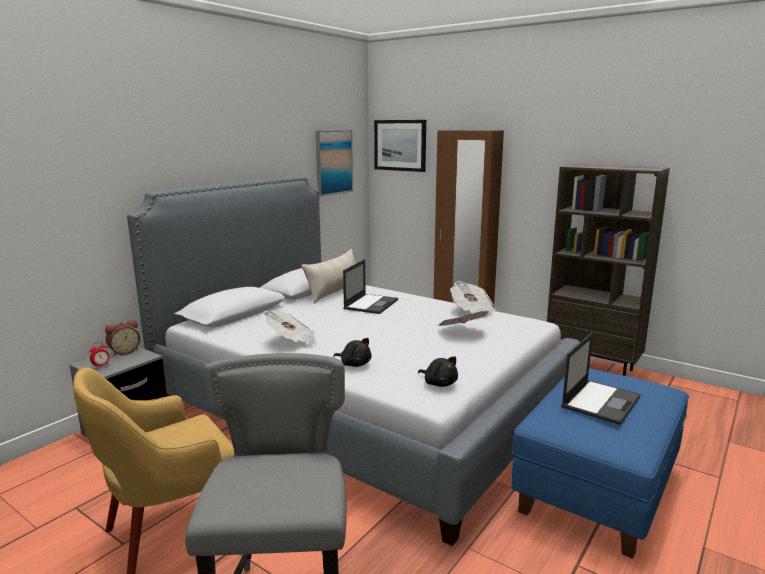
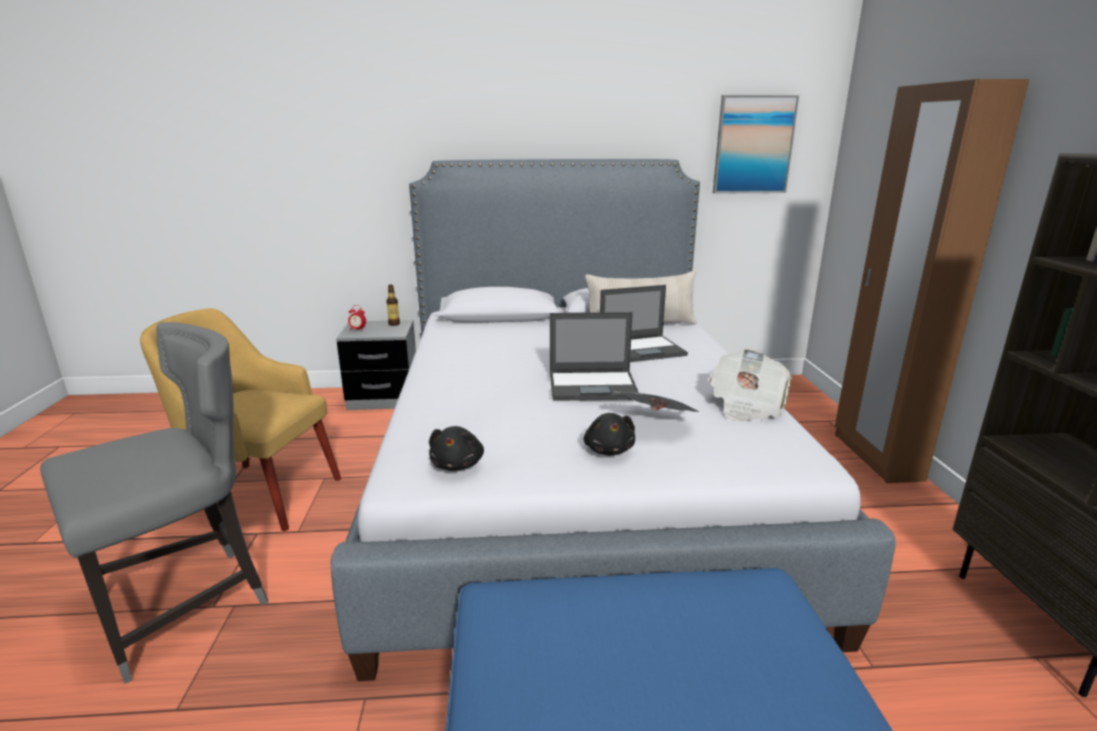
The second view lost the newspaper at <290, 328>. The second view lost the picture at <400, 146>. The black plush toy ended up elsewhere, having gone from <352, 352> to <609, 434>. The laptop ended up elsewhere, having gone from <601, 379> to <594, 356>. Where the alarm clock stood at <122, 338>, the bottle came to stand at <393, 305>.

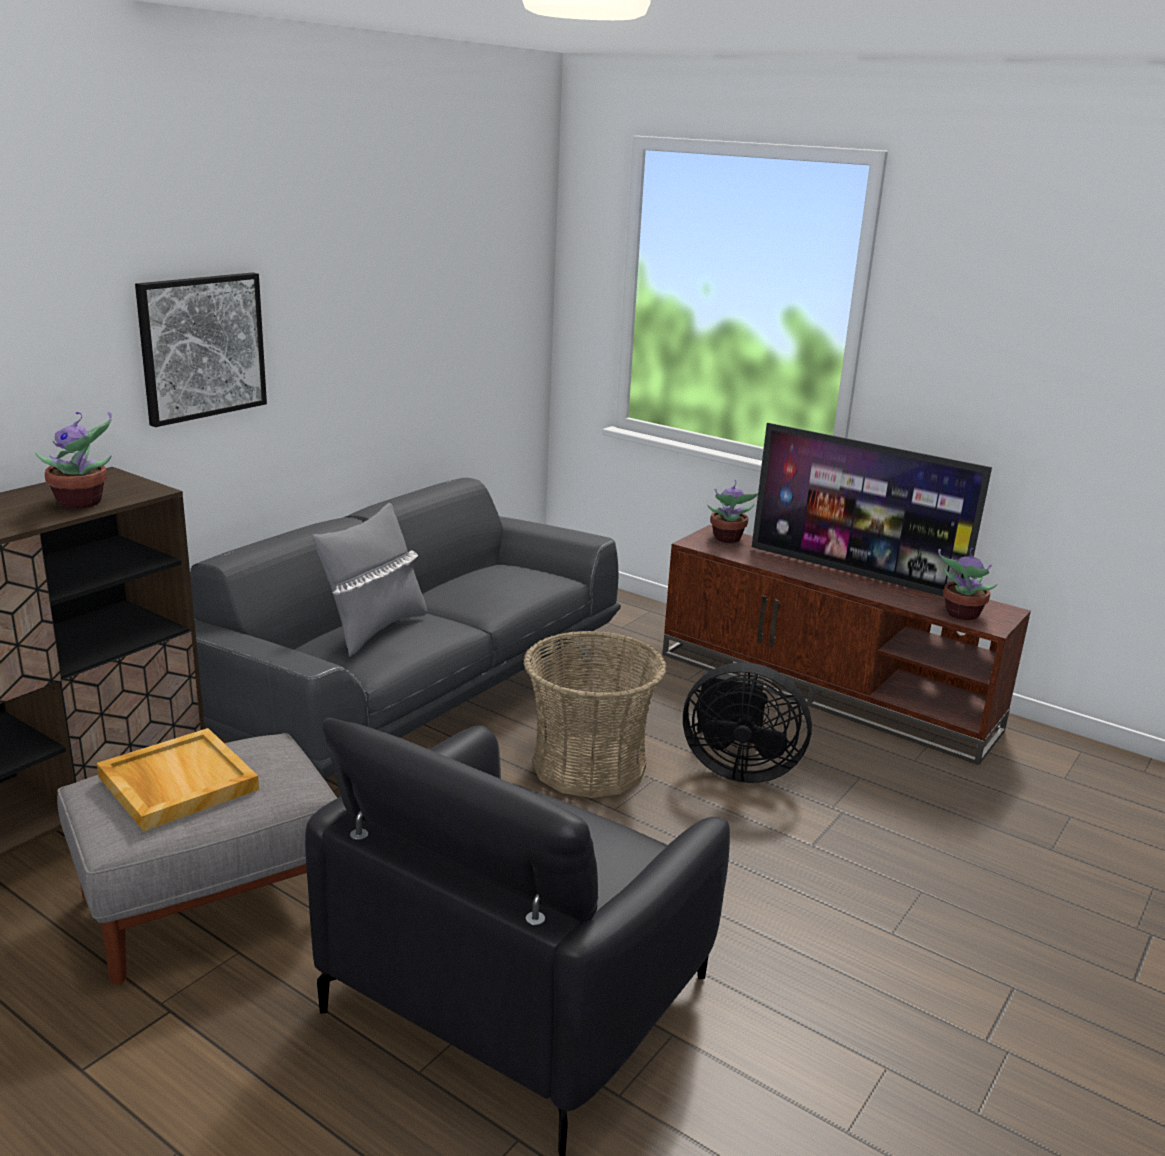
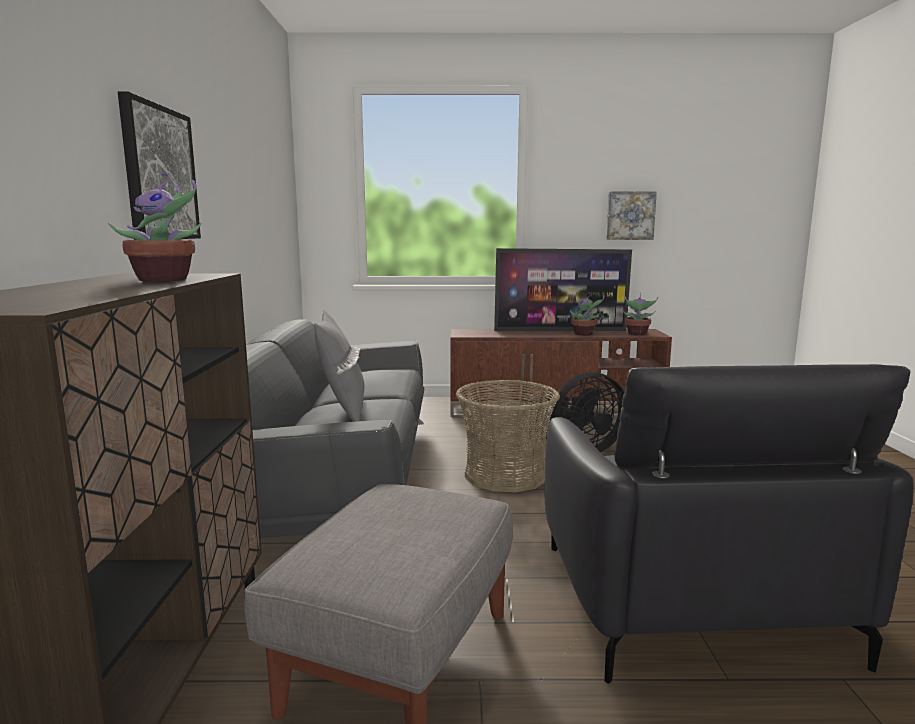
The second view lost the beige tray at <178, 779>. The second view gained the picture at <631, 215>. The potted plant ended up elsewhere, having gone from <732, 511> to <587, 314>.

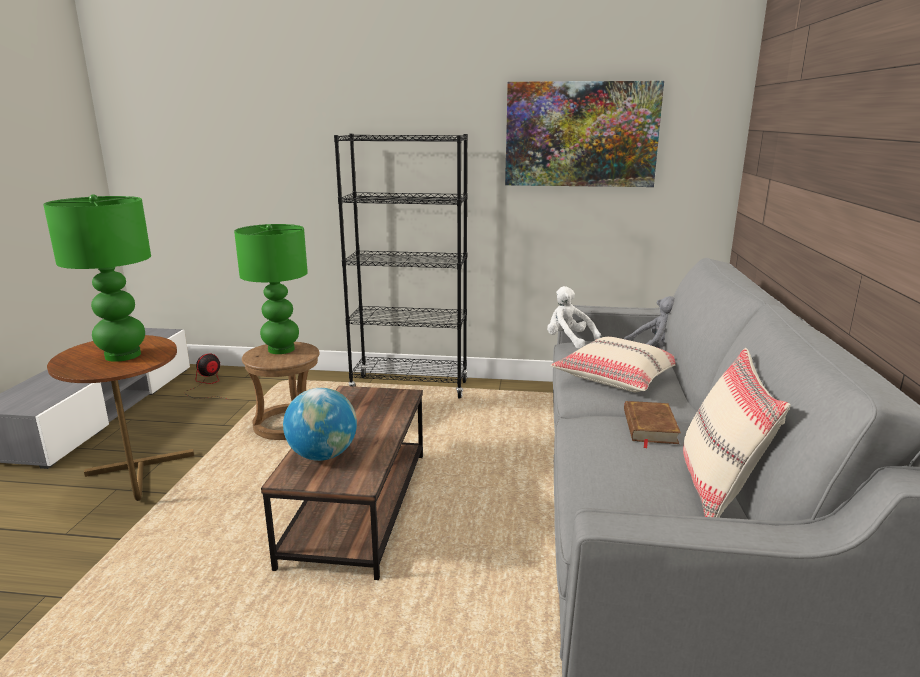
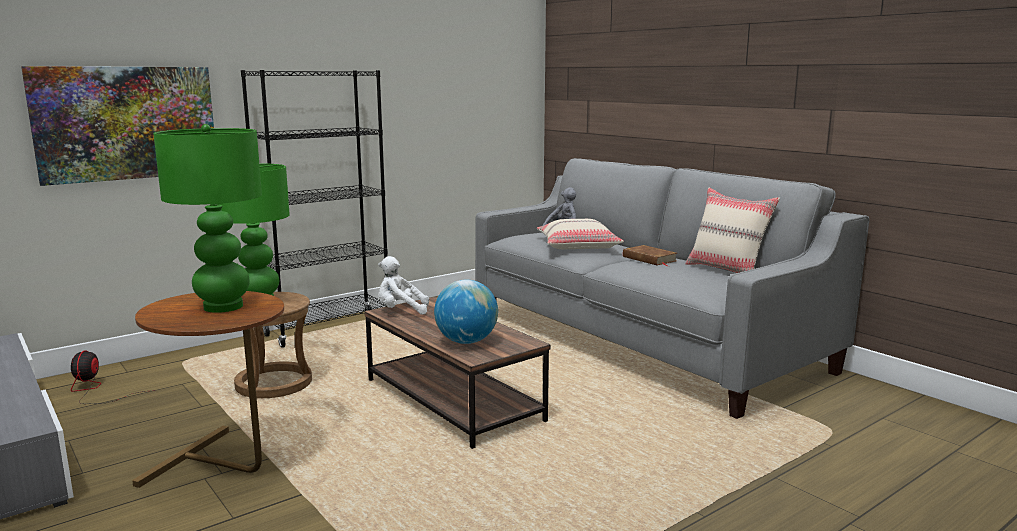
The picture ended up elsewhere, having gone from <584, 134> to <117, 126>. The white plush toy ended up elsewhere, having gone from <574, 317> to <403, 285>.

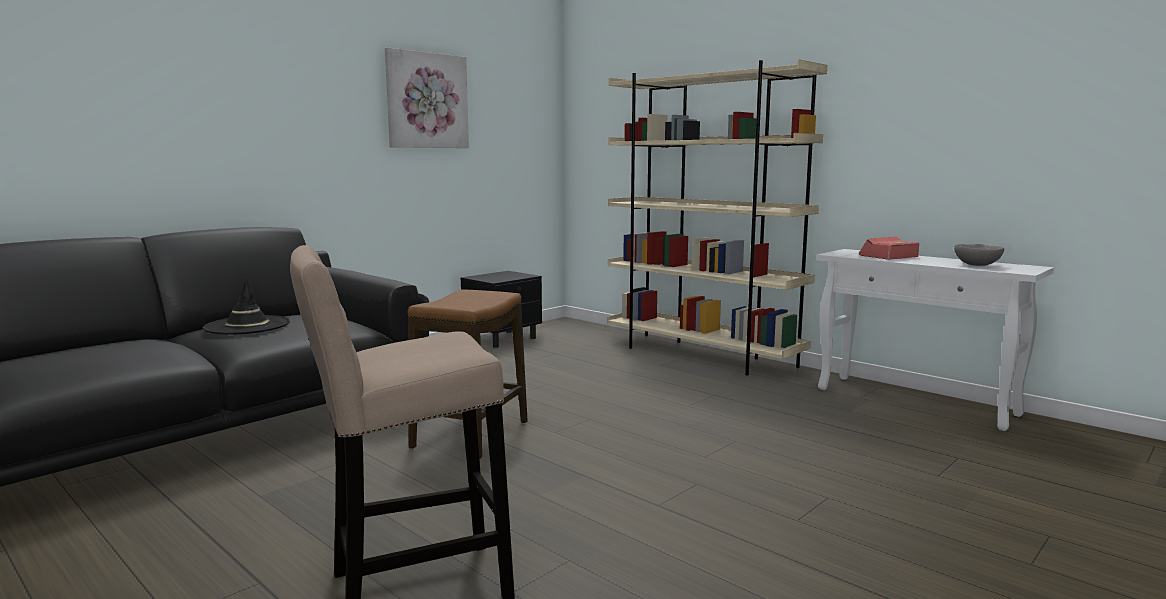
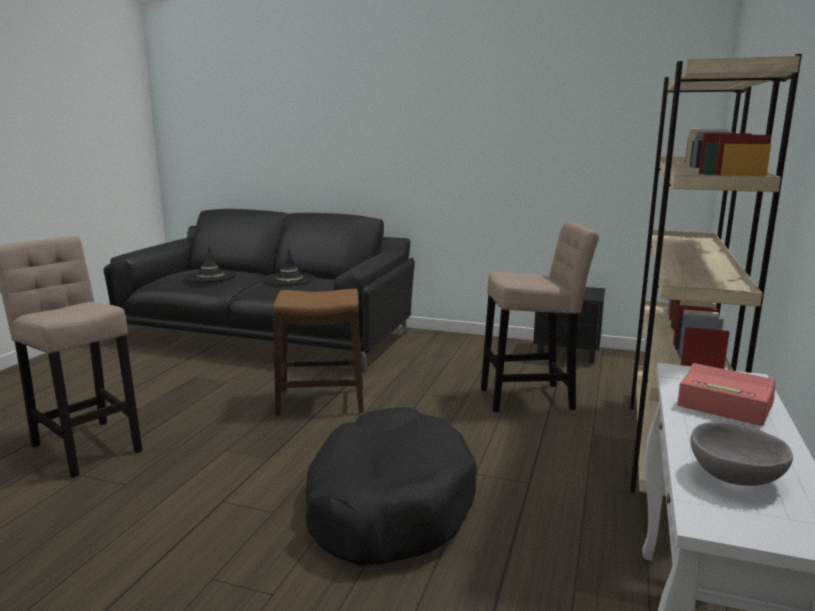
The second view lost the picture at <427, 98>. The second view gained the black hat at <210, 264>. The second view gained the black dog bed at <391, 486>. The second view gained the beige stool at <540, 316>.

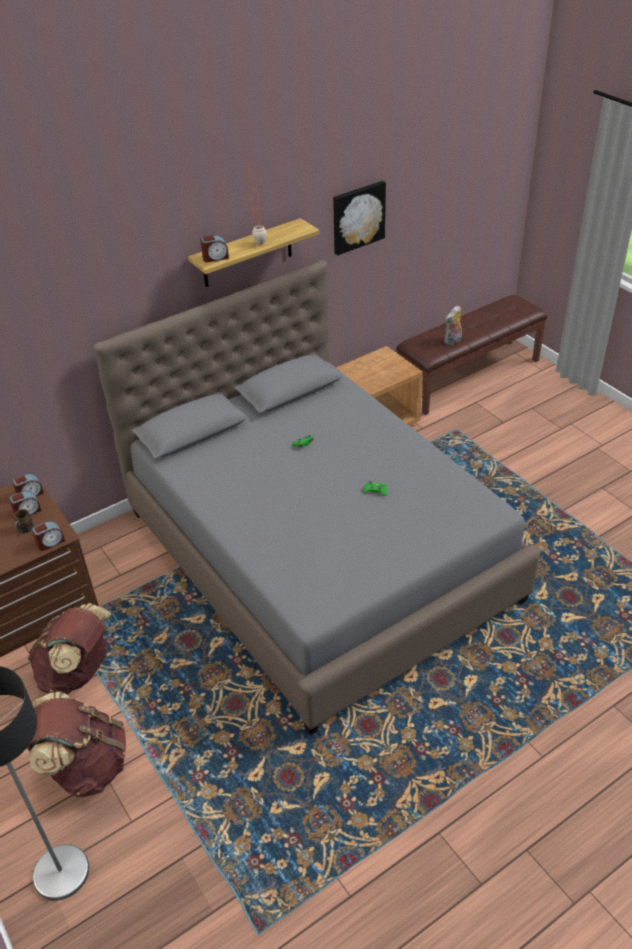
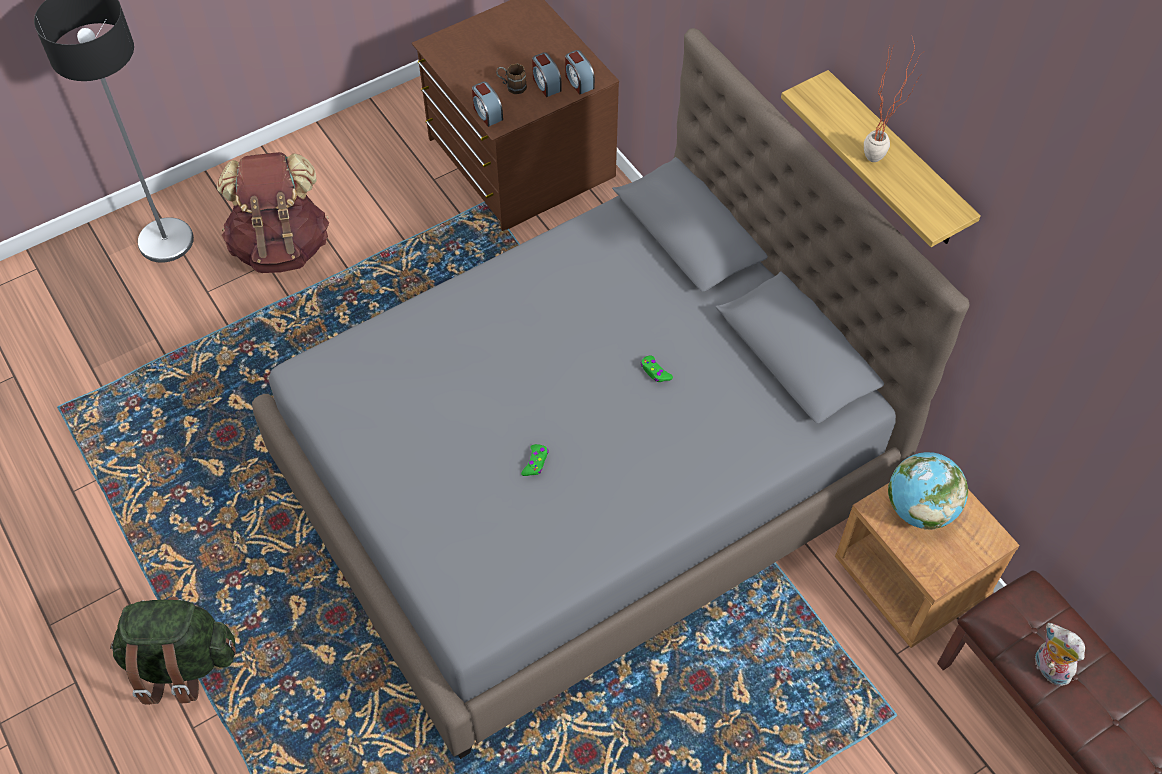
The second view lost the brown backpack at <69, 648>. The second view lost the alarm clock at <214, 249>. The second view lost the picture at <359, 218>. The second view gained the green backpack at <173, 650>. The second view gained the globe at <928, 491>.

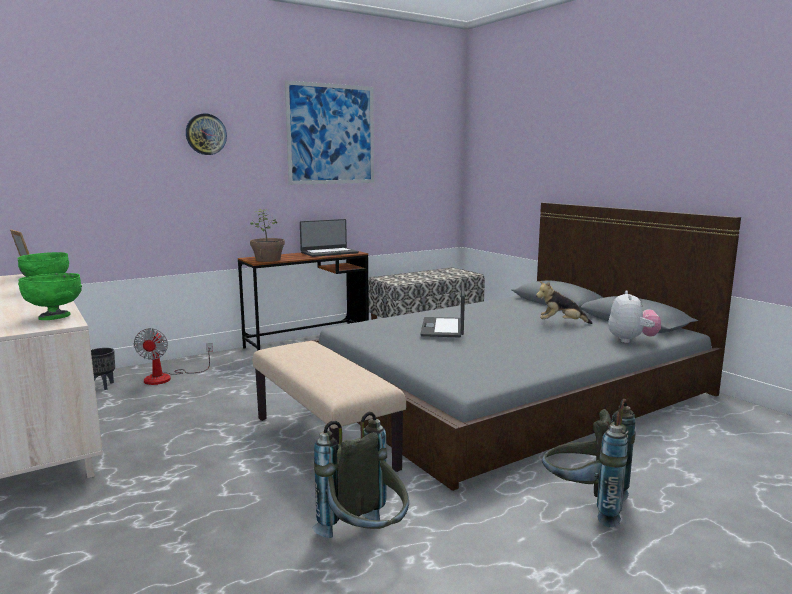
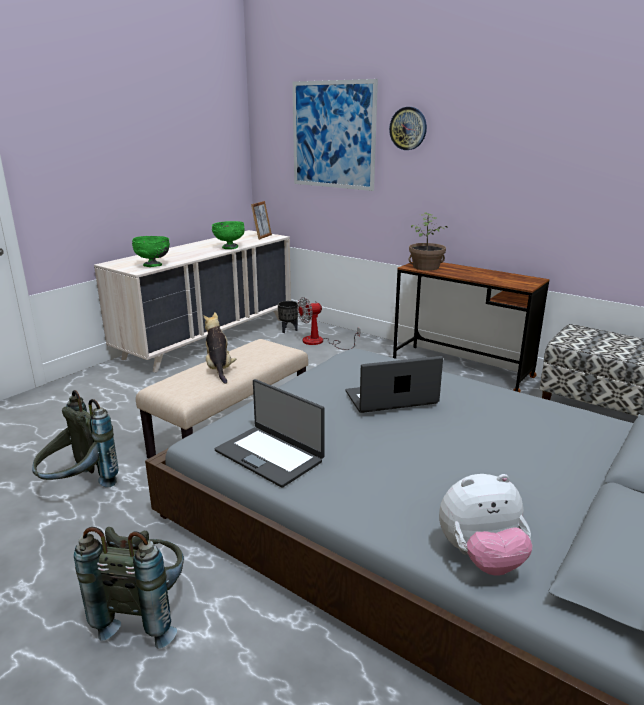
The picture ended up elsewhere, having gone from <329, 132> to <335, 135>. The laptop ended up elsewhere, having gone from <329, 238> to <270, 433>. The plush toy ended up elsewhere, having gone from <564, 302> to <219, 348>.

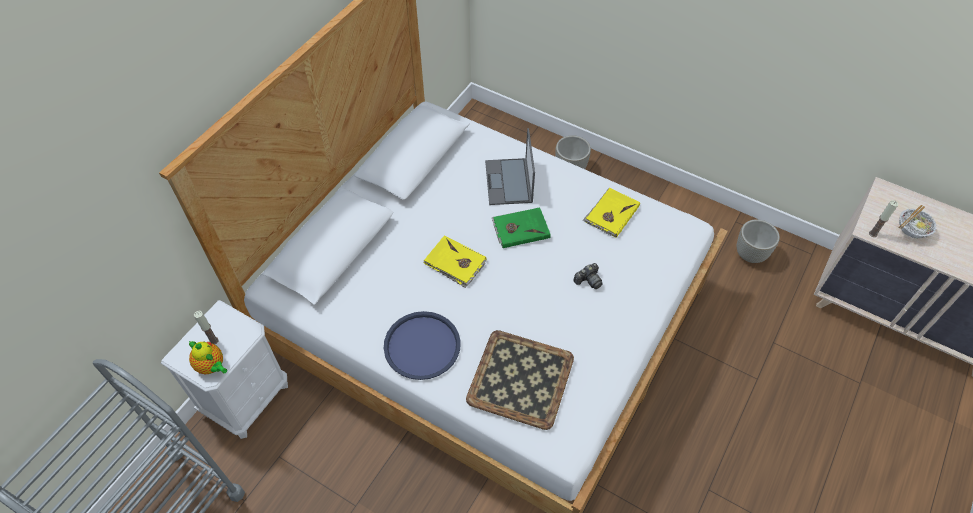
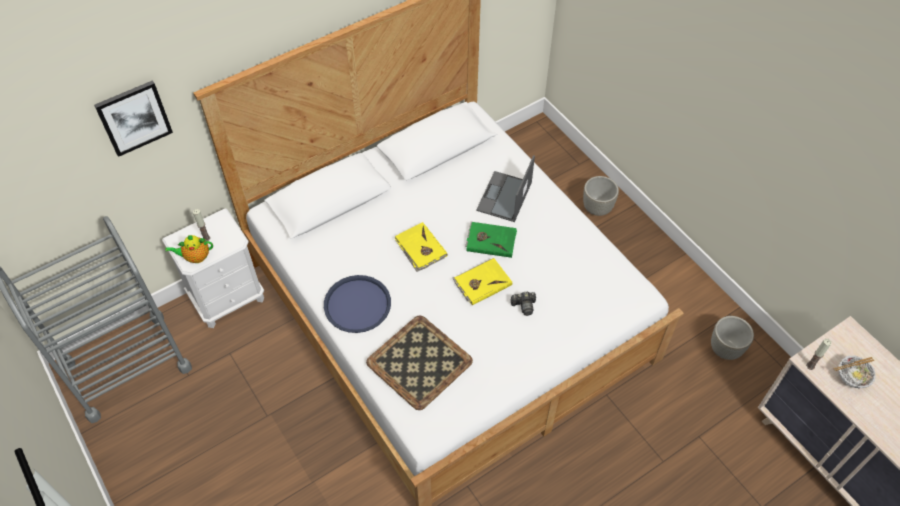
The second view gained the picture at <133, 118>. The yellow book ended up elsewhere, having gone from <611, 213> to <482, 281>. The teapot at <208, 357> ended up facing another way, 105 degrees clockwise from before.

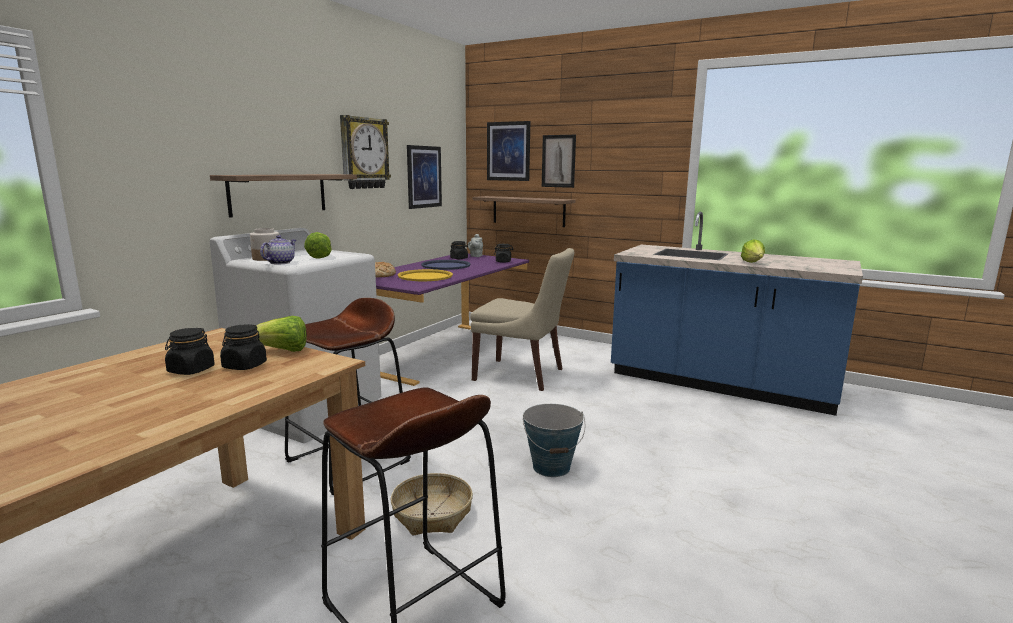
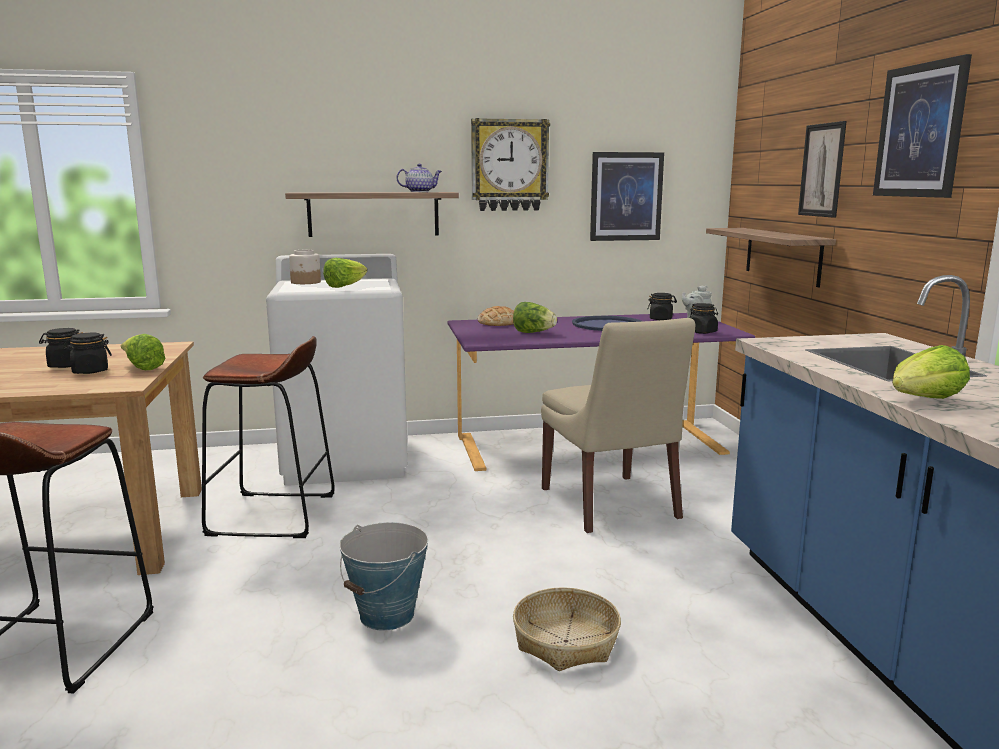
The teapot ended up elsewhere, having gone from <278, 249> to <419, 178>. The basket ended up elsewhere, having gone from <432, 504> to <567, 629>. The picture ended up elsewhere, having gone from <508, 151> to <922, 126>. Where the yellow tray stood at <425, 275>, the lettuce came to stand at <535, 317>.

